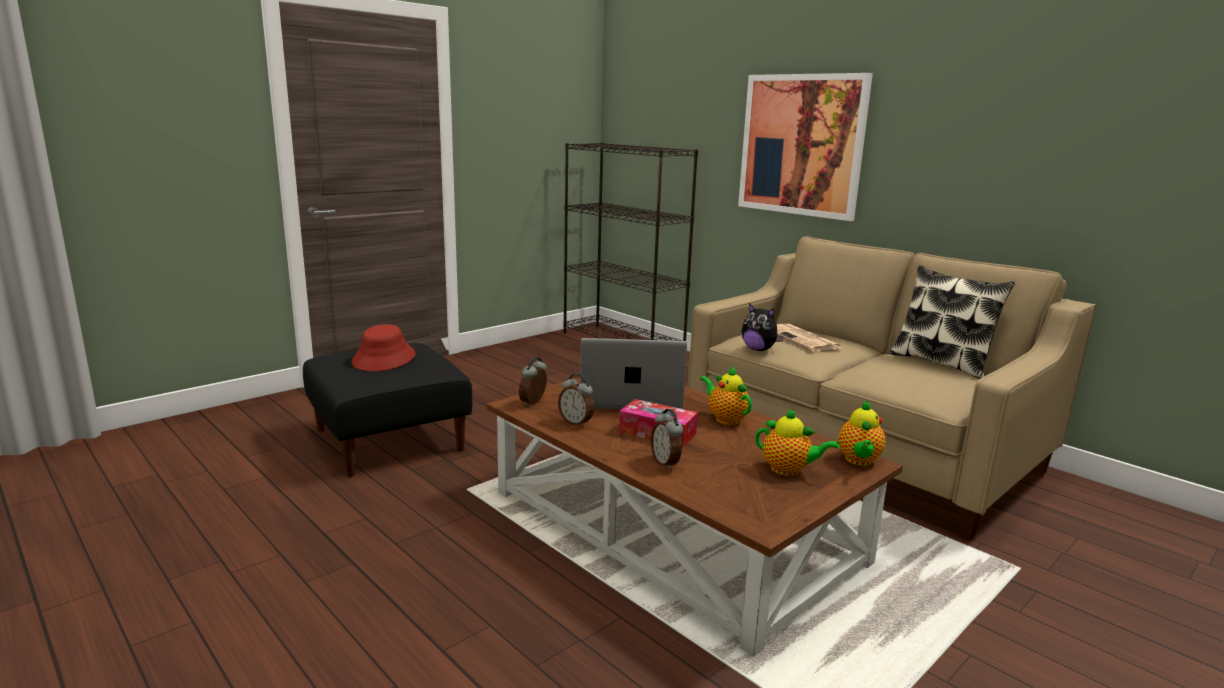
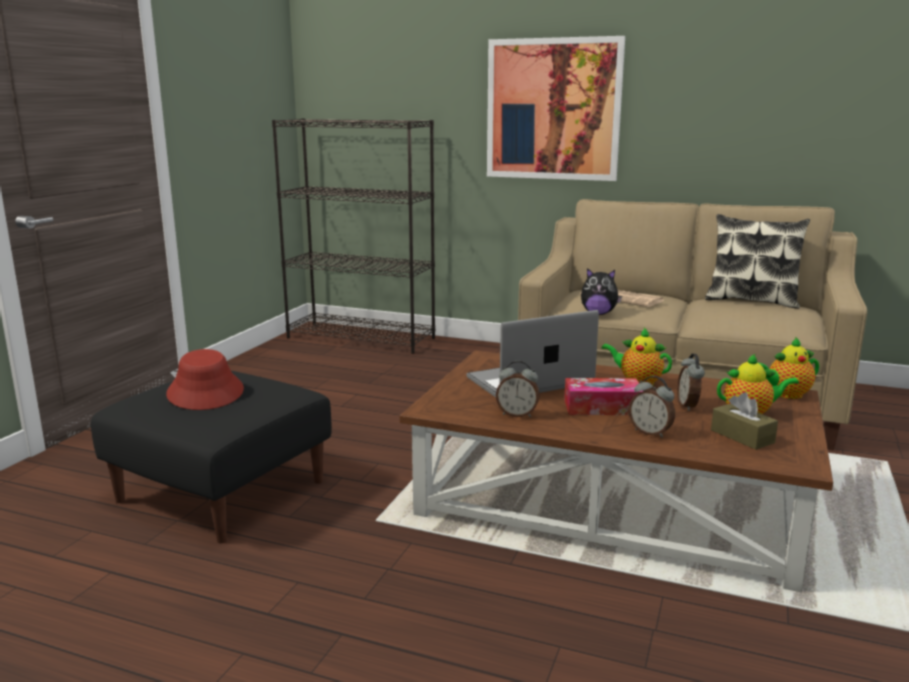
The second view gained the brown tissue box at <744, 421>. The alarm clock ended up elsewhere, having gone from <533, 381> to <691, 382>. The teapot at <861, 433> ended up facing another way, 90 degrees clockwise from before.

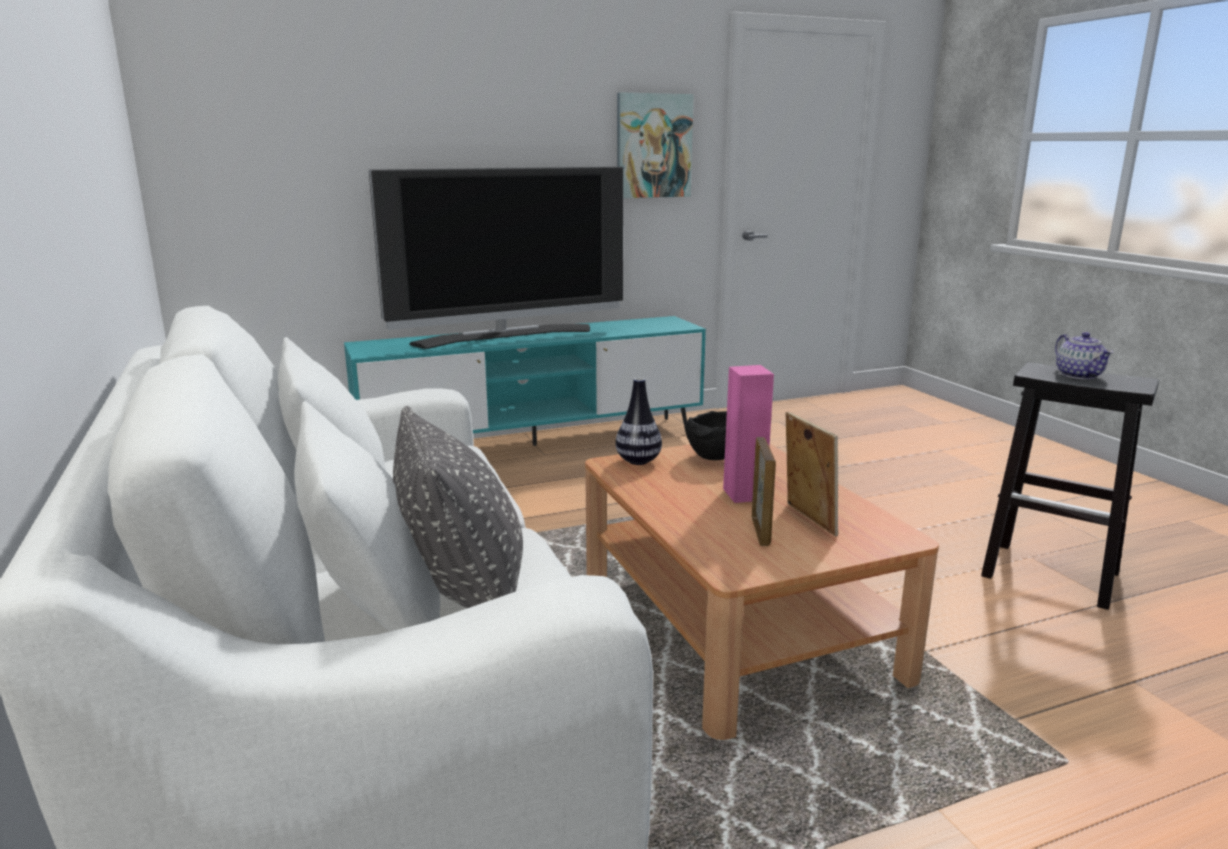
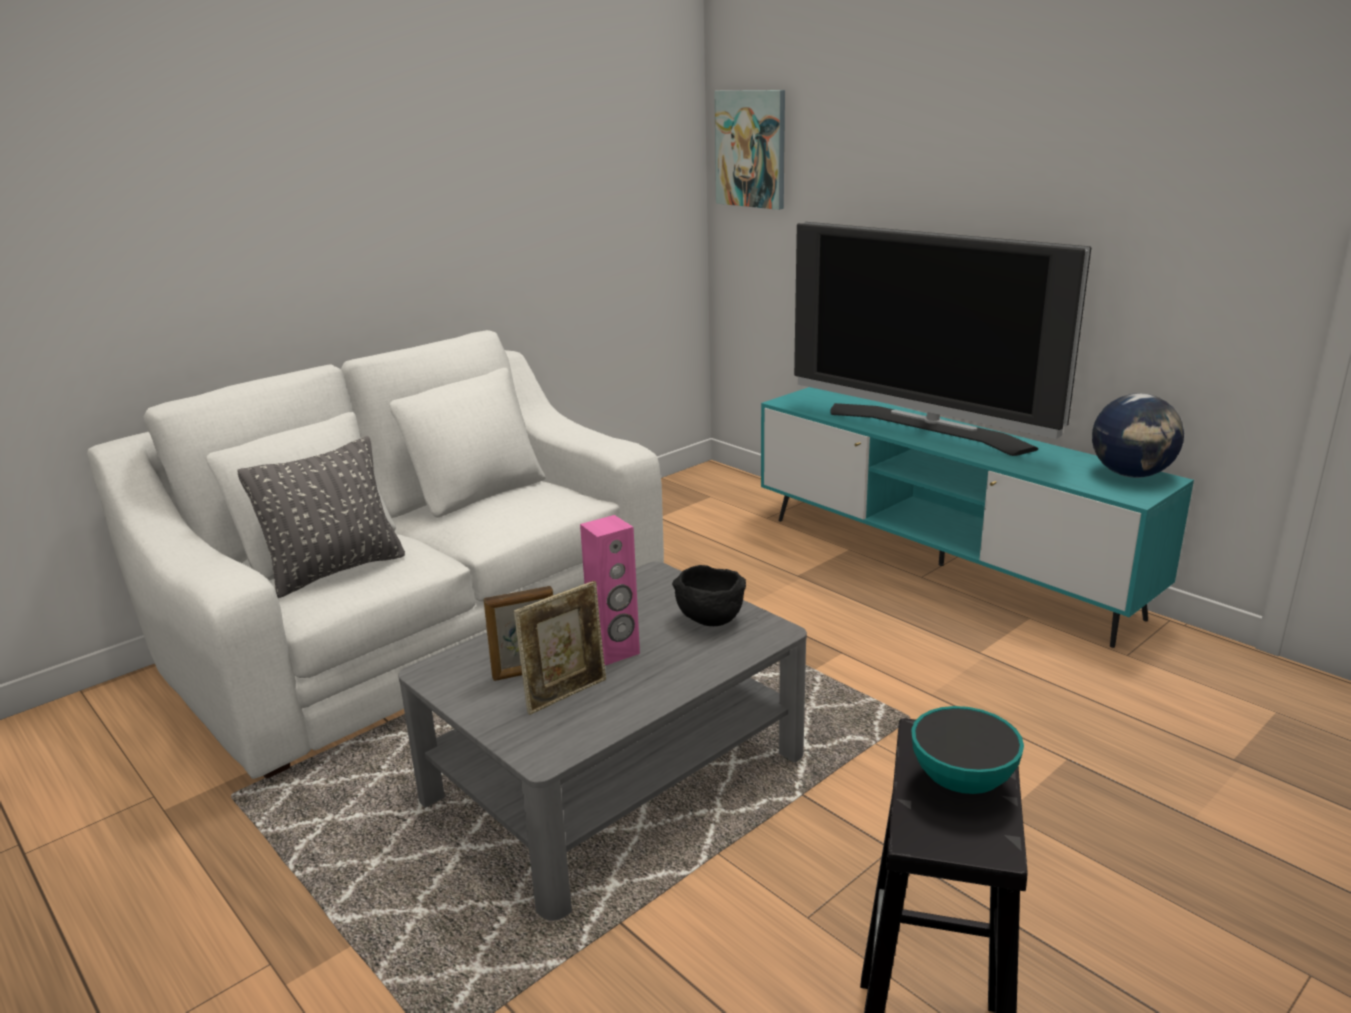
The second view lost the vase at <639, 421>. The second view gained the globe at <1138, 436>. The picture ended up elsewhere, having gone from <655, 145> to <749, 150>. Where the teapot stood at <1084, 355>, the bowl came to stand at <967, 750>. What was the brown coffee table at <762, 592> turned into the grey coffee table at <602, 741>.

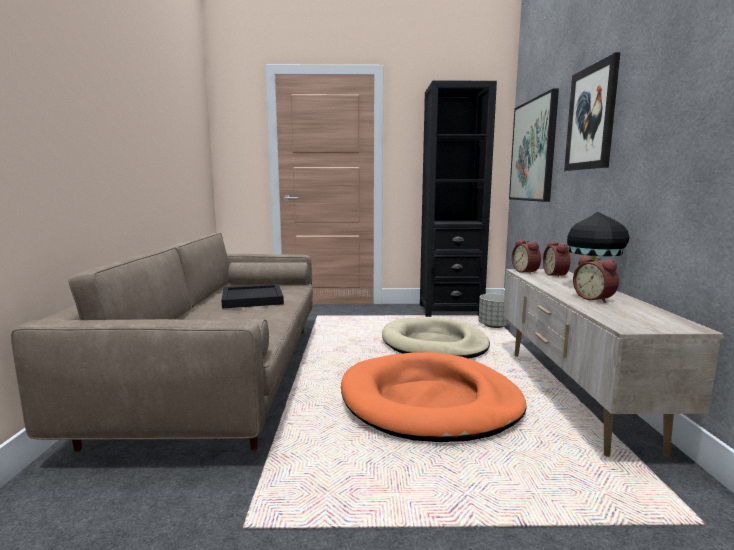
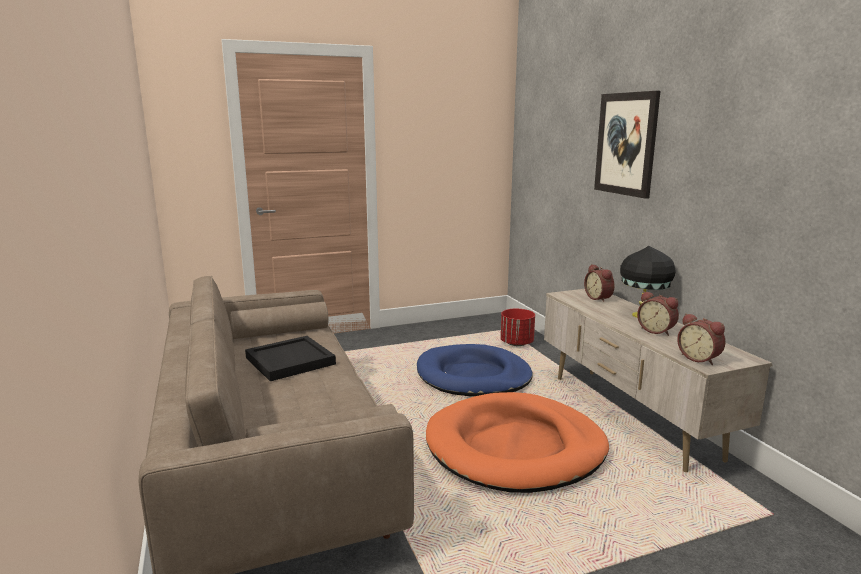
The second view lost the black bookcase at <458, 199>. The second view lost the picture at <534, 145>. The alarm clock ended up elsewhere, having gone from <526, 256> to <701, 339>. What was the beige dog bed at <436, 338> turned into the blue dog bed at <475, 370>. What was the grey planter at <494, 311> turned into the red planter at <517, 327>.

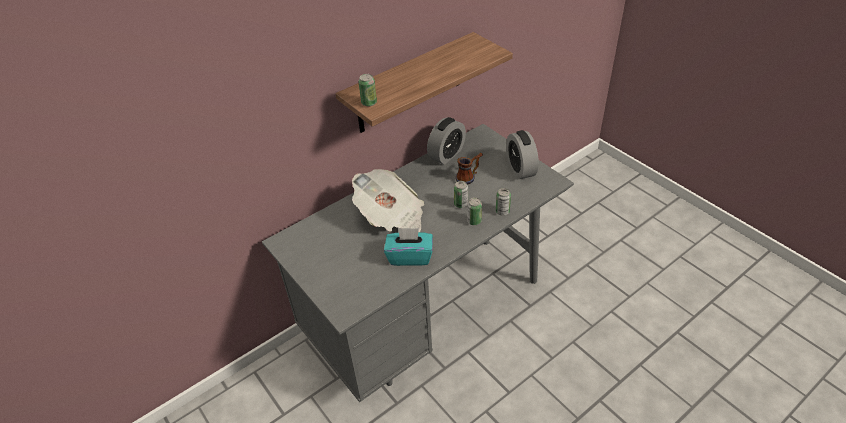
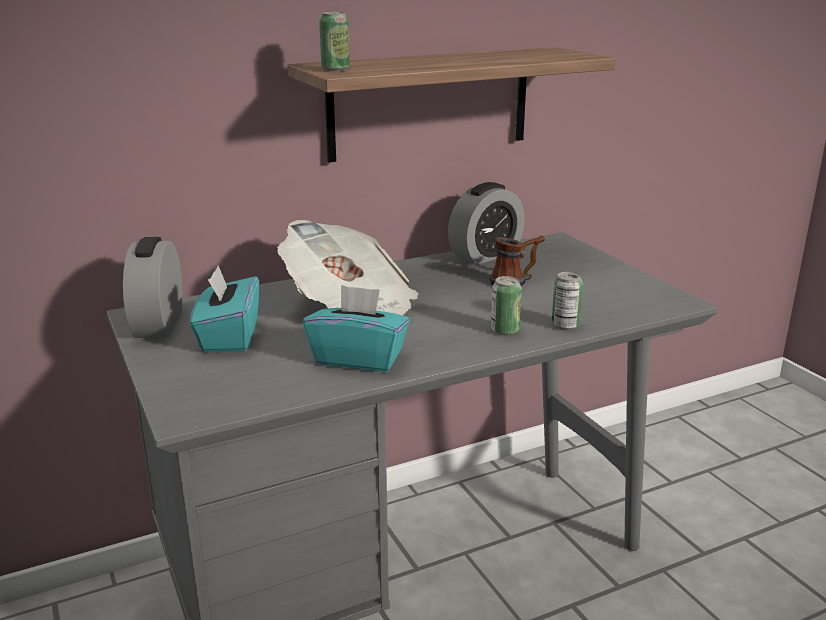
The second view lost the can at <461, 194>. The second view gained the turquoise tissue box at <224, 309>. The alarm clock ended up elsewhere, having gone from <522, 154> to <153, 287>.

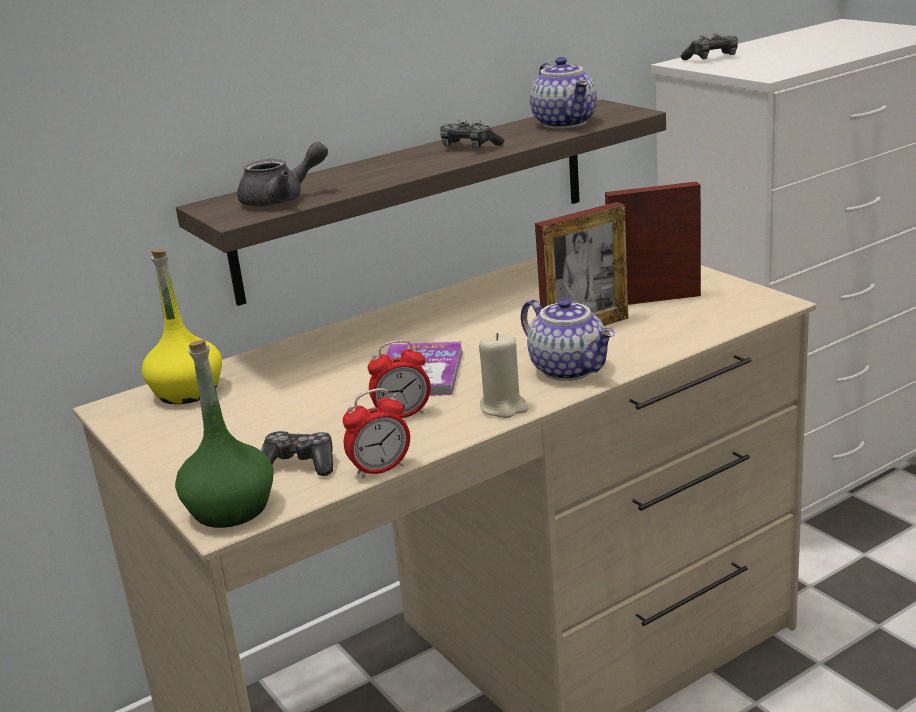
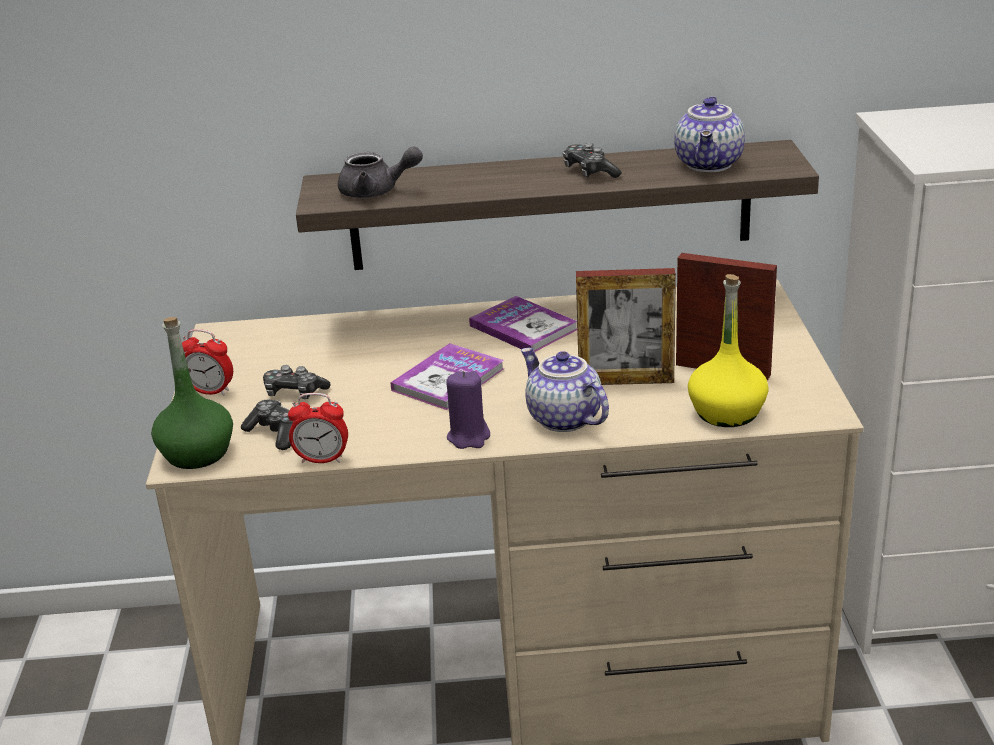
The second view gained the book at <523, 324>. The yellow bottle ended up elsewhere, having gone from <182, 326> to <728, 350>. The alarm clock ended up elsewhere, having gone from <399, 379> to <207, 362>. The game controller ended up elsewhere, having gone from <709, 46> to <296, 382>. What was the beige candle at <503, 375> turned into the purple candle at <468, 410>. The teapot at <568, 339> ended up facing another way, 150 degrees clockwise from before.

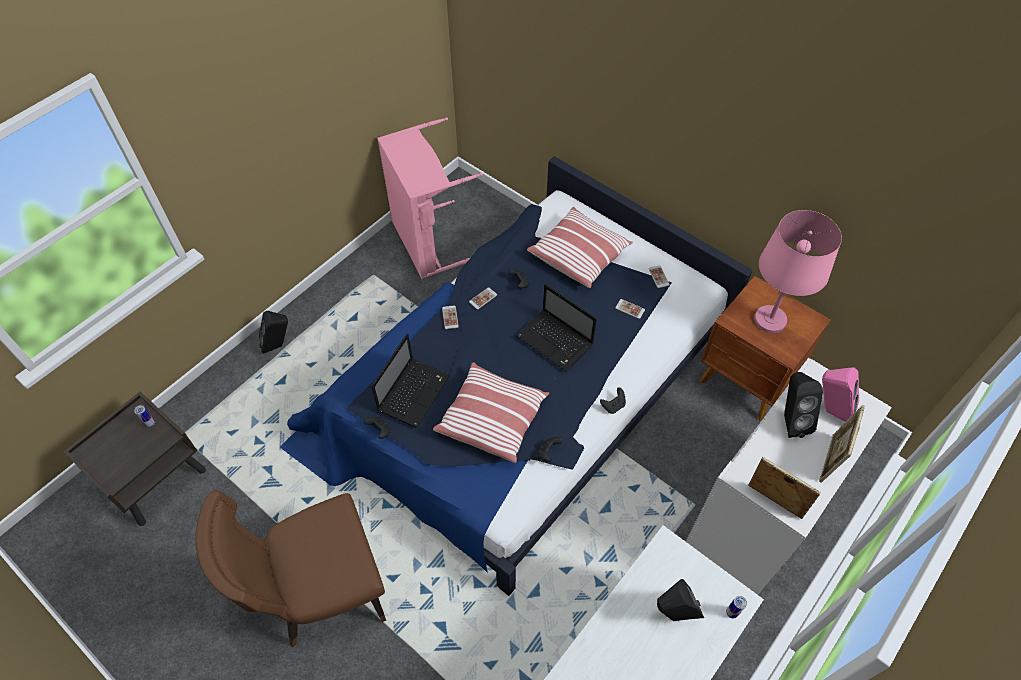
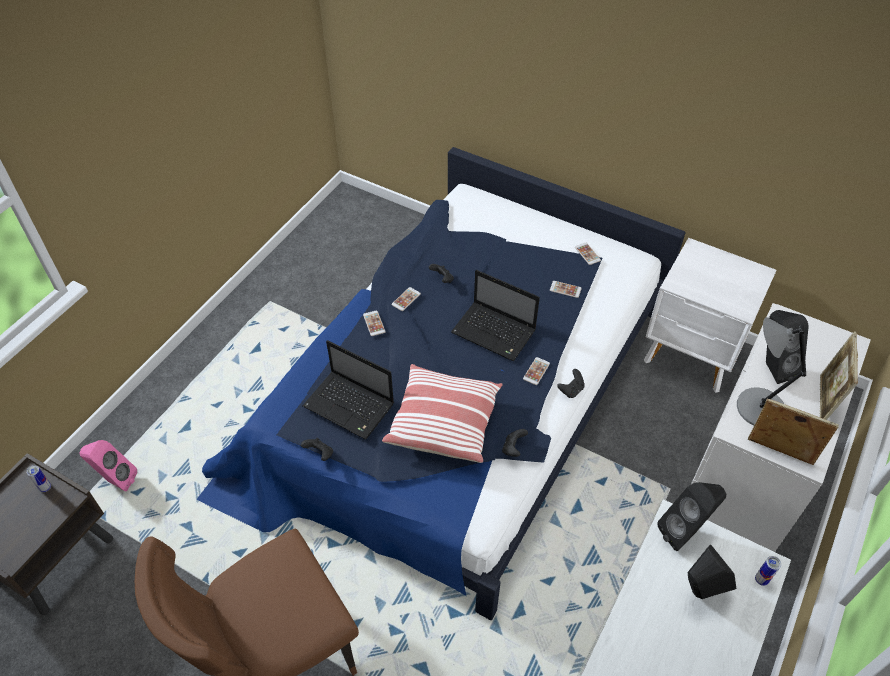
The second view lost the pink laundry basket at <430, 198>. The second view lost the pillow at <580, 247>. The second view lost the pink table lamp at <798, 271>. The second view gained the phone at <536, 371>. The second view gained the grey table lamp at <771, 371>. The black speaker ended up elsewhere, having gone from <273, 332> to <691, 516>. The pink speaker ended up elsewhere, having gone from <840, 394> to <108, 465>. What was the brown nightstand at <765, 348> turned into the white nightstand at <710, 315>. The laptop at <410, 381> ended up facing another way, 105 degrees clockwise from before.

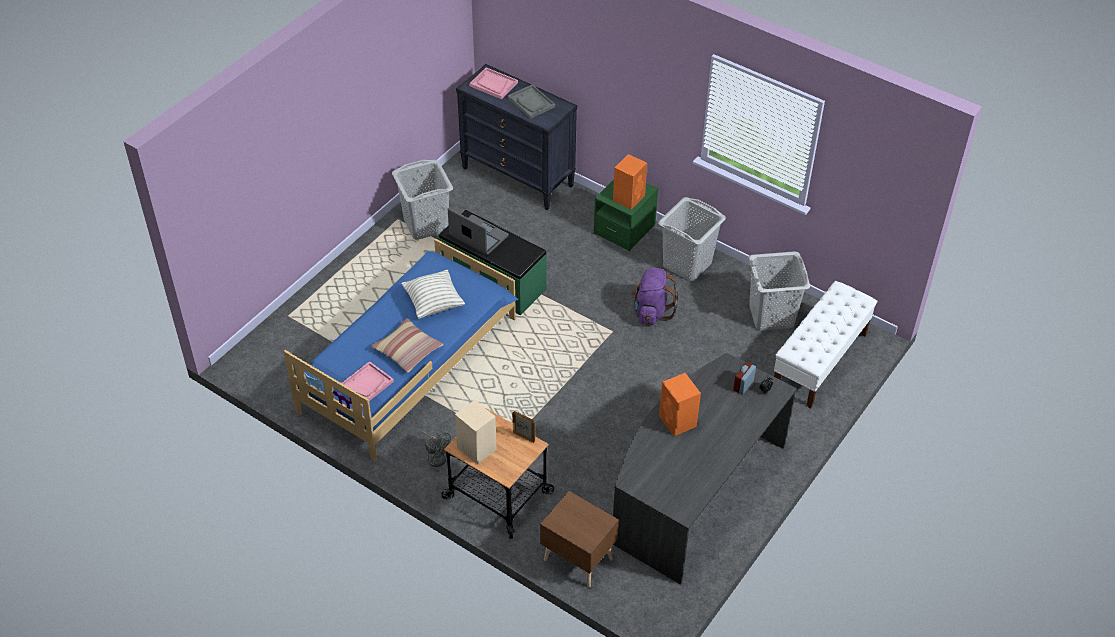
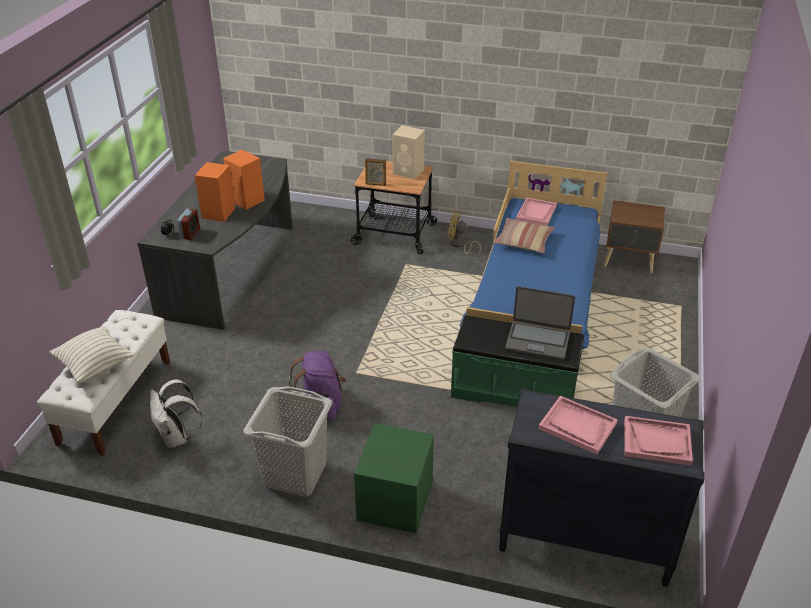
The pillow ended up elsewhere, having gone from <433, 294> to <91, 354>. The brown nightstand ended up elsewhere, having gone from <579, 539> to <634, 236>. The orange speaker ended up elsewhere, having gone from <630, 182> to <215, 192>. Where the grey laundry basket stood at <779, 291>, the white backpack came to stand at <176, 413>. What was the grey fan at <436, 449> turned into the yellow fan at <464, 232>. What was the grey tray at <531, 101> turned into the pink tray at <578, 425>.

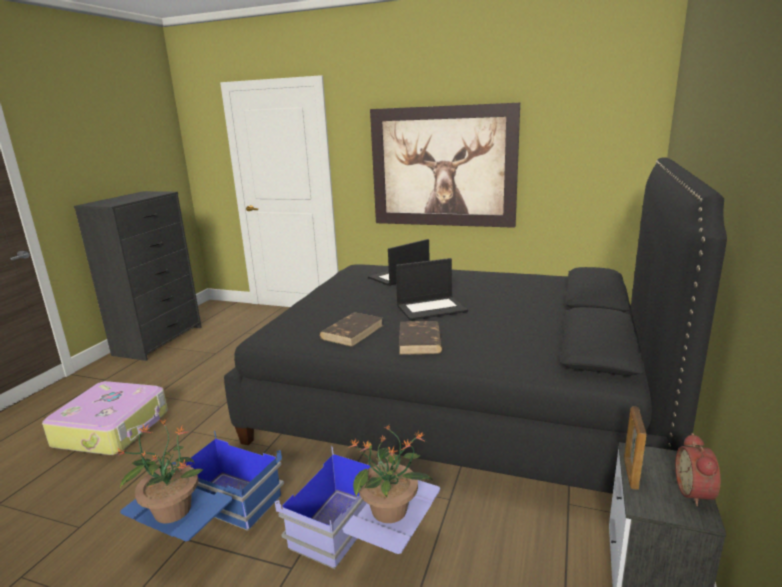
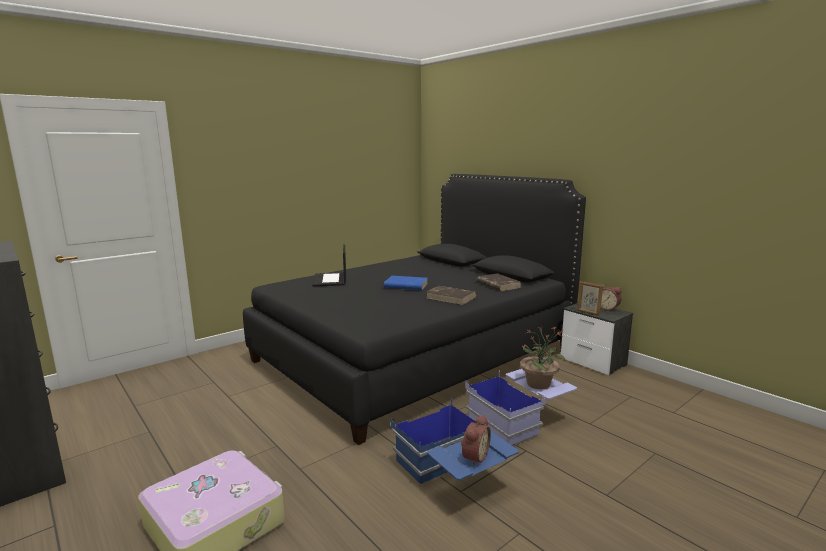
The second view lost the picture at <445, 165>. The brown book ended up elsewhere, having gone from <351, 329> to <499, 282>. Where the potted plant stood at <160, 471>, the alarm clock came to stand at <476, 440>. Where the laptop stood at <432, 289>, the blue book came to stand at <406, 283>.

